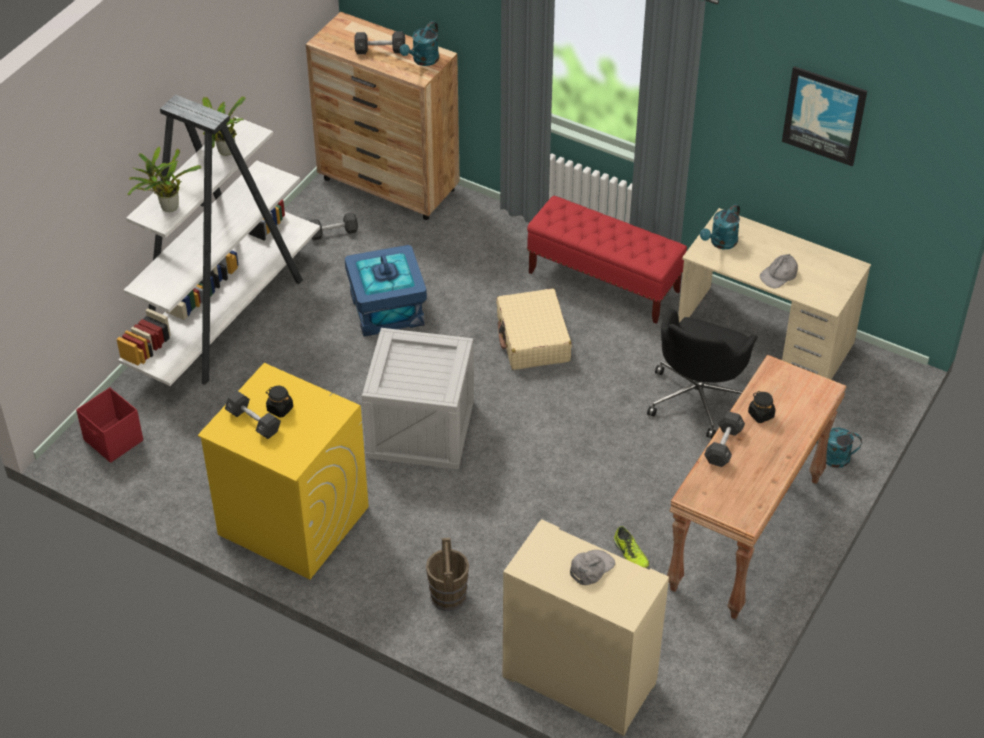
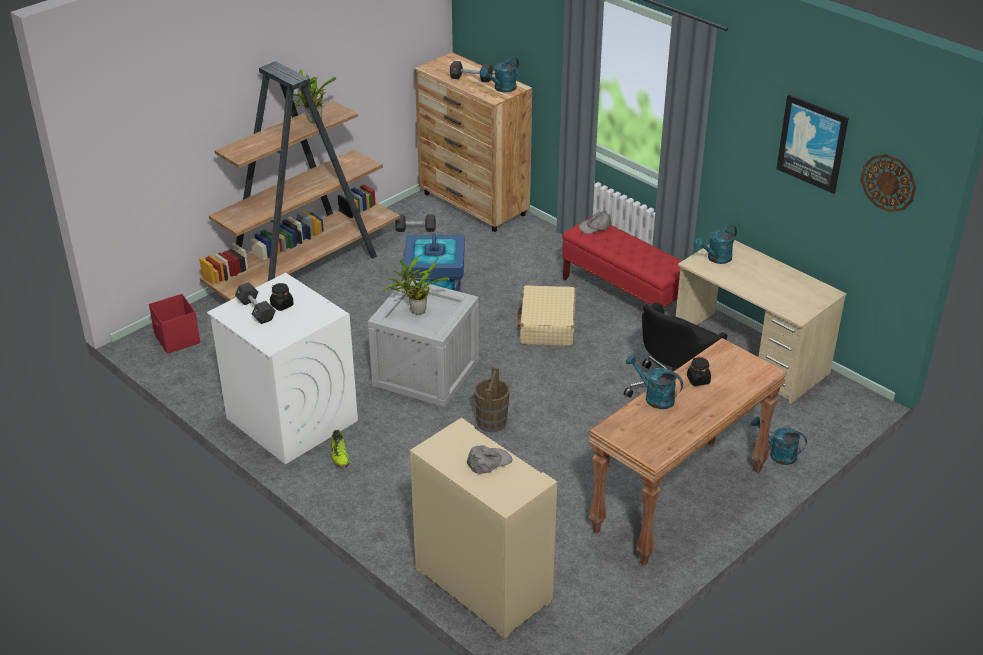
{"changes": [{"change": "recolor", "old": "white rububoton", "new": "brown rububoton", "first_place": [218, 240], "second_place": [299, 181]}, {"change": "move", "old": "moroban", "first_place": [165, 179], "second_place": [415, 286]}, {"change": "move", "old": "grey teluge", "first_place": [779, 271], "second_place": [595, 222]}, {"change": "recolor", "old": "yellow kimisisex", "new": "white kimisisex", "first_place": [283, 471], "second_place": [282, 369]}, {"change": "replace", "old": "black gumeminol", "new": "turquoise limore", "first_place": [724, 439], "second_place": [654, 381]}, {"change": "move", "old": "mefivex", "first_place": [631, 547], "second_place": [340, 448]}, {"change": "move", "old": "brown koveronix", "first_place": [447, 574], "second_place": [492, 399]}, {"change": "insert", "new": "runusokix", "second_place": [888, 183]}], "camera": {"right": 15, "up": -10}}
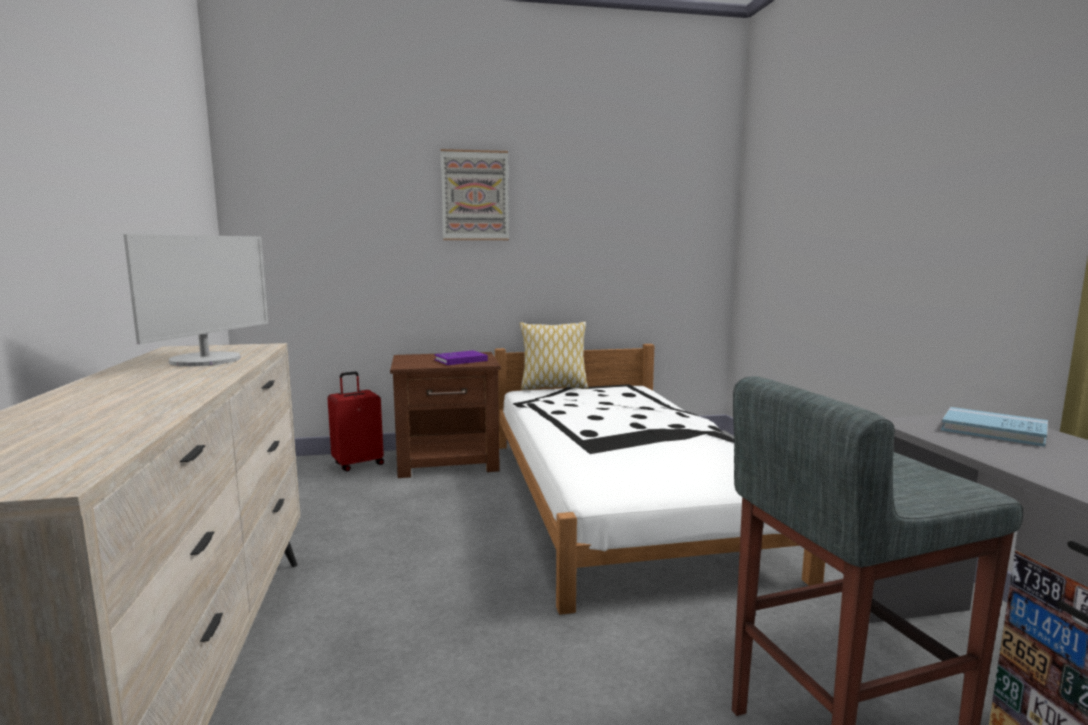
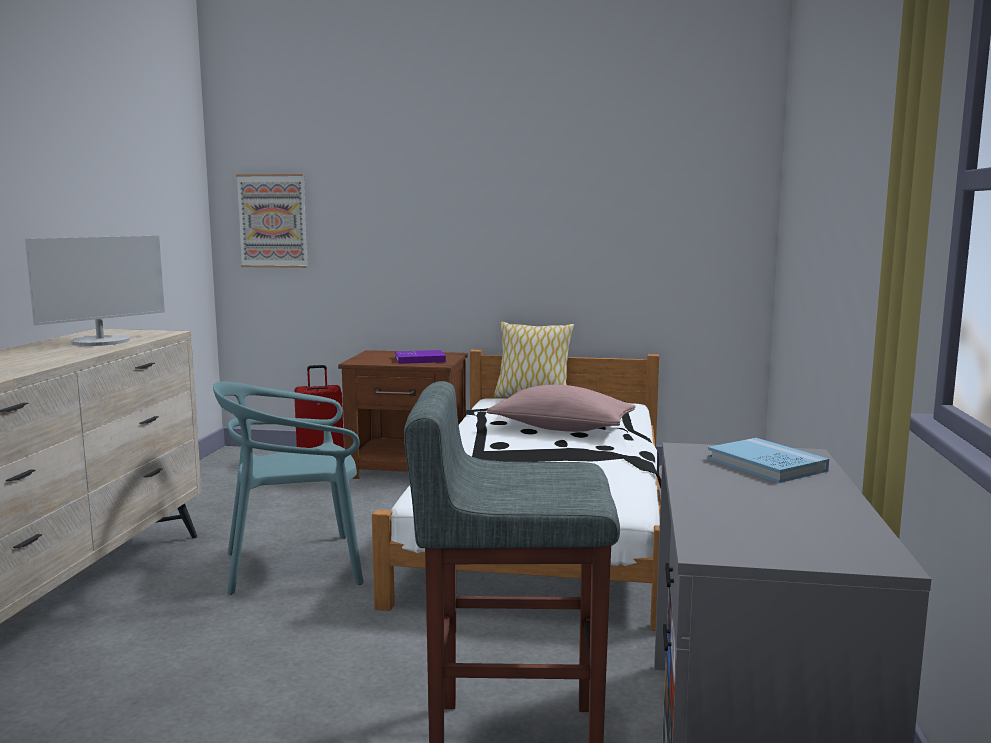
{"changes": [{"change": "move", "old": "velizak", "first_place": [474, 194], "second_place": [272, 221]}, {"change": "insert", "new": "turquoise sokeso", "second_place": [288, 488]}, {"change": "insert", "new": "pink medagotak", "second_place": [561, 408]}], "camera": {"right": 20, "up": 0}}
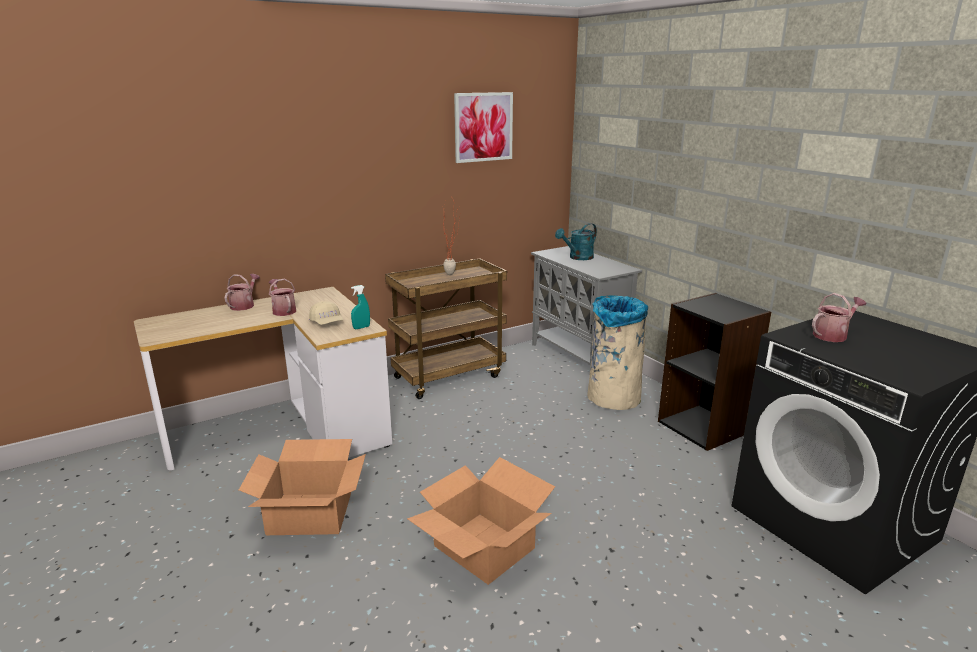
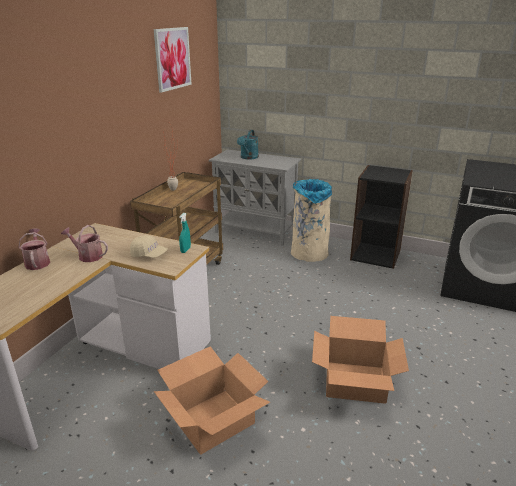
{"changes": [{"change": "delete", "old": "limore", "first_place": [839, 317]}], "camera": {"right": -35, "up": 5}}
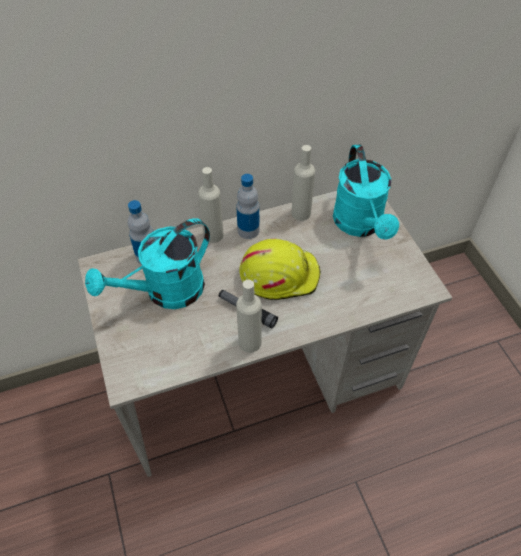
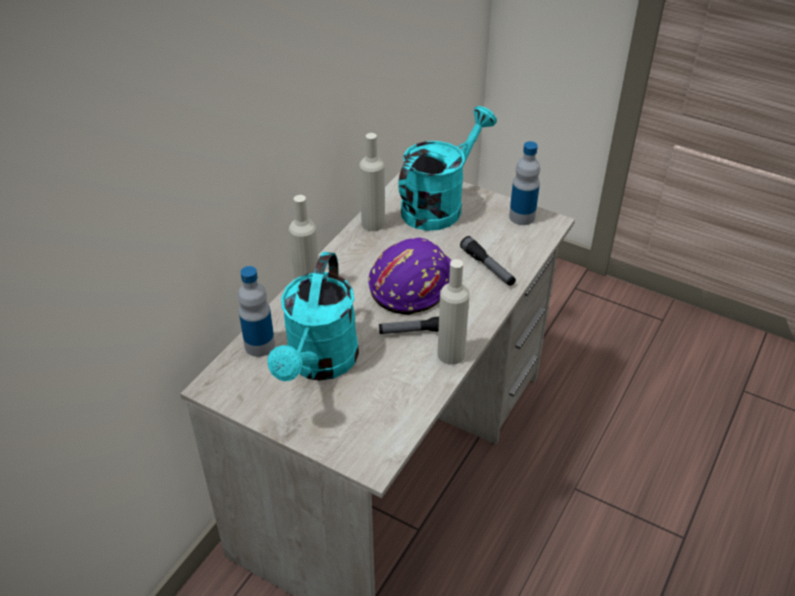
{"changes": [{"change": "rotate", "old": "turquoise limore", "first_place": [366, 192], "second_place": [447, 168], "degrees": -90}, {"change": "move", "old": "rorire", "first_place": [247, 206], "second_place": [524, 183]}, {"change": "recolor", "old": "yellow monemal", "new": "purple monemal", "first_place": [280, 269], "second_place": [410, 276]}, {"change": "insert", "new": "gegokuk", "second_place": [488, 261]}], "camera": {"right": -40, "up": -10}}
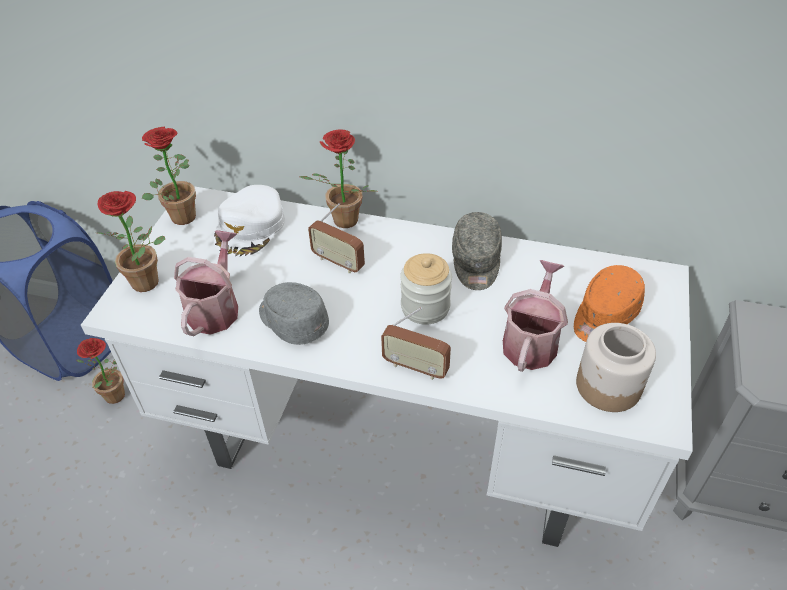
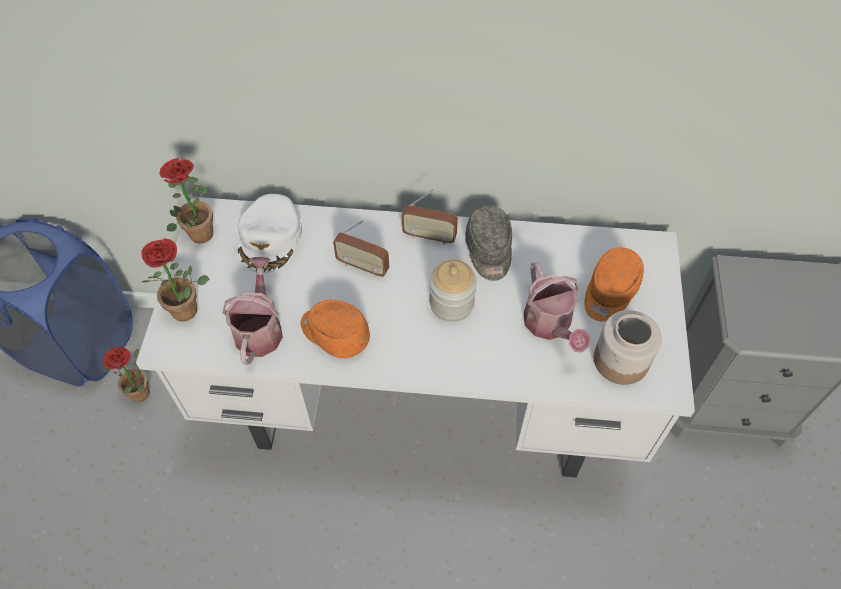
{"changes": [{"change": "delete", "old": "moroban", "first_place": [339, 178]}, {"change": "rotate", "old": "limore", "first_place": [535, 316], "second_place": [557, 307], "degrees": 150}, {"change": "recolor", "old": "grey teluge", "new": "orange teluge", "first_place": [294, 313], "second_place": [335, 329]}, {"change": "move", "old": "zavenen", "first_place": [416, 343], "second_place": [430, 217]}], "camera": {"right": -10, "up": 10}}
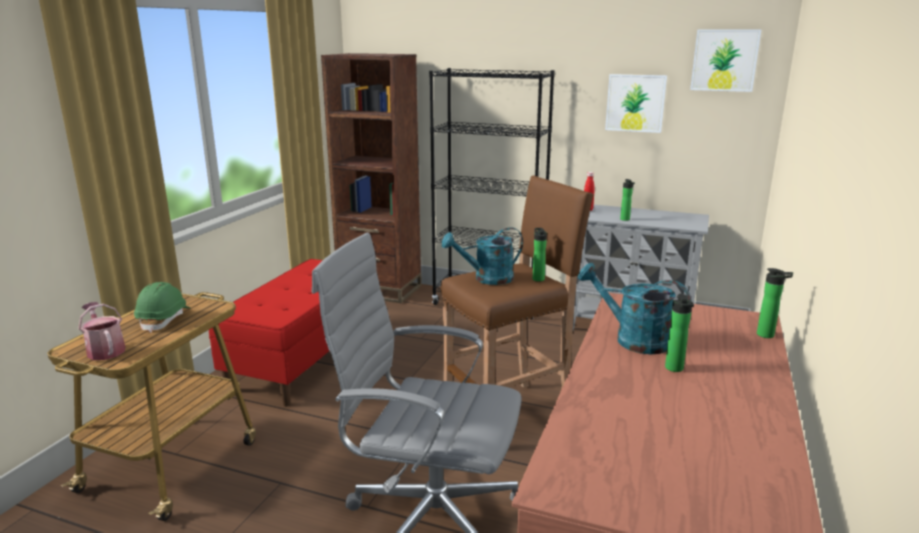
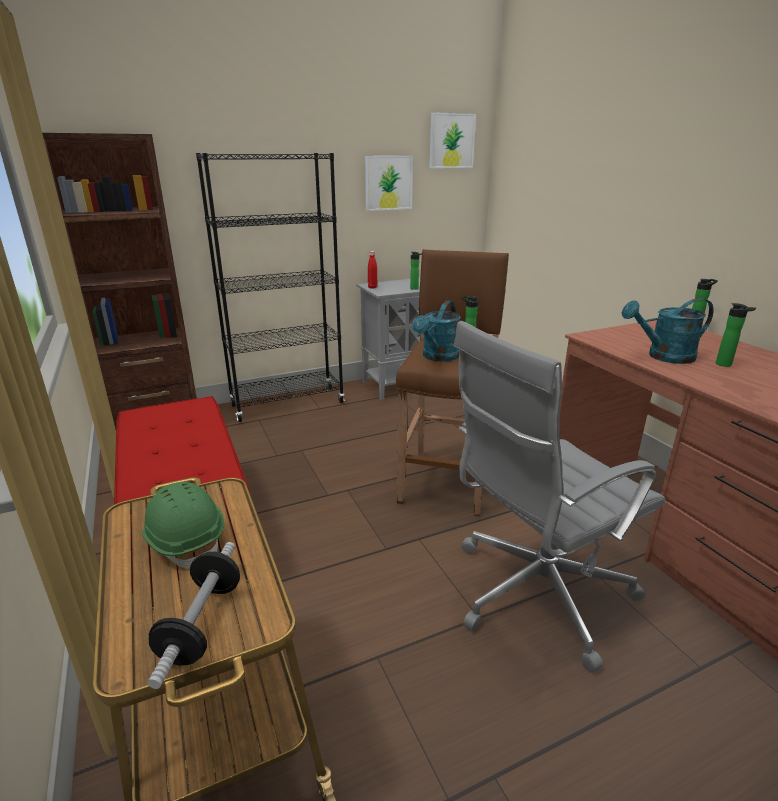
{"changes": [{"change": "replace", "old": "limore", "new": "gumeminol", "first_place": [101, 331], "second_place": [193, 615]}], "camera": {"right": -45, "up": 5}}
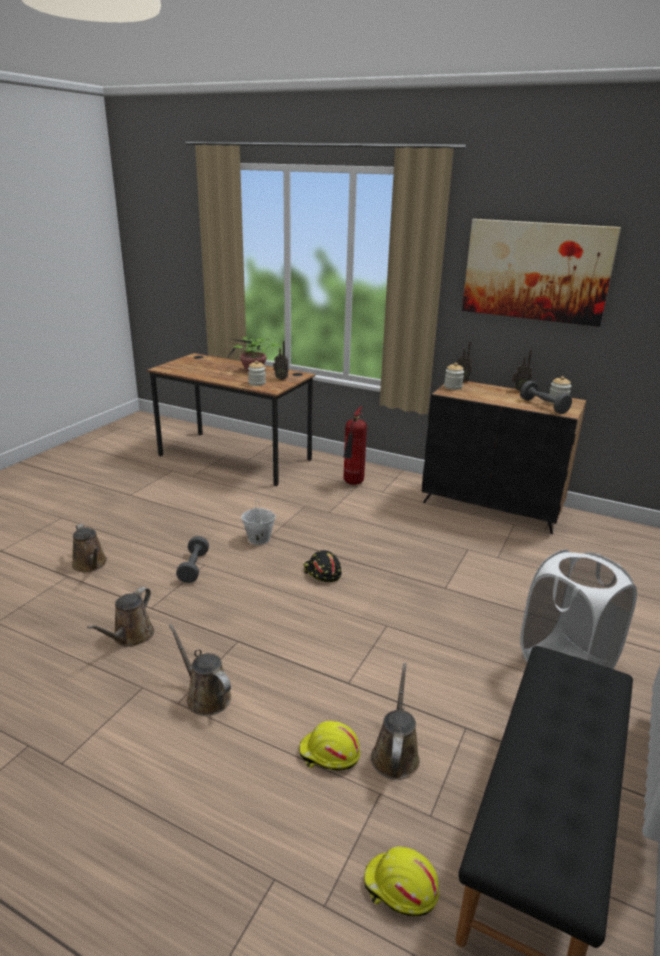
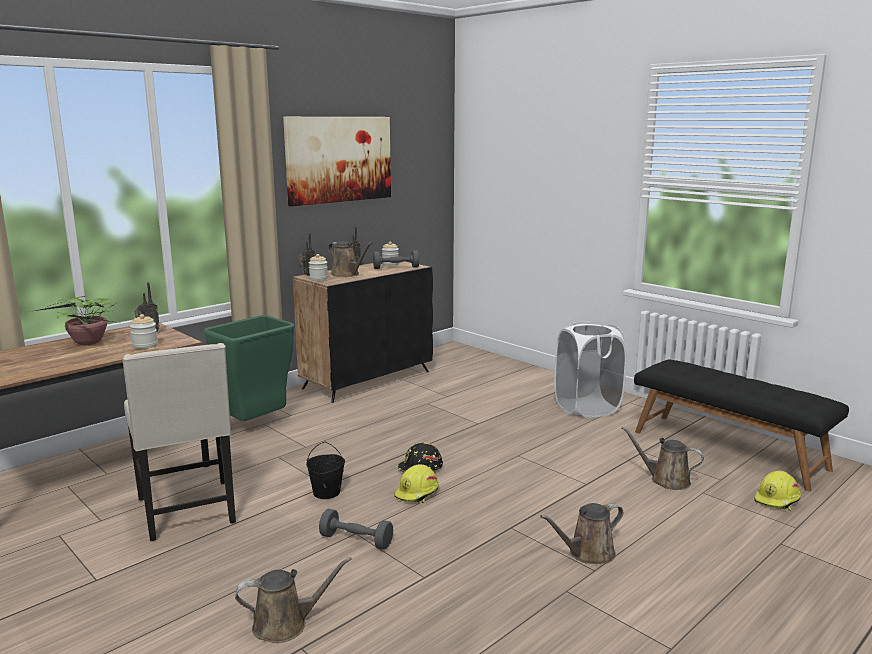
{"changes": [{"change": "replace", "old": "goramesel", "new": "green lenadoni", "first_place": [355, 445], "second_place": [249, 368]}, {"change": "recolor", "old": "white koveronix", "new": "black koveronix", "first_place": [258, 522], "second_place": [325, 470]}, {"change": "move", "old": "brown limore", "first_place": [120, 617], "second_place": [350, 259]}, {"change": "move", "old": "yellow monemal", "first_place": [329, 746], "second_place": [416, 483]}, {"change": "insert", "new": "beige sokeso", "second_place": [179, 442]}], "camera": {"right": -70, "up": -10}}
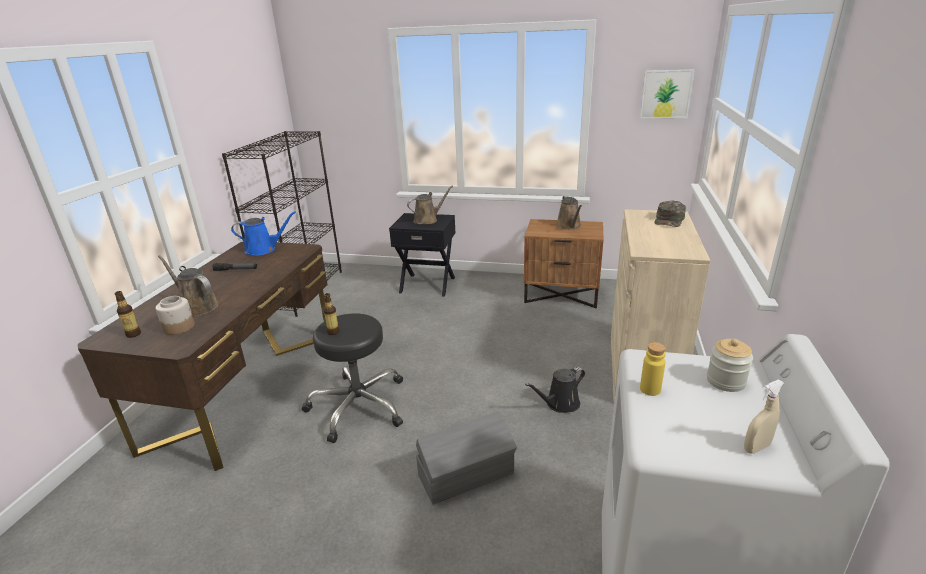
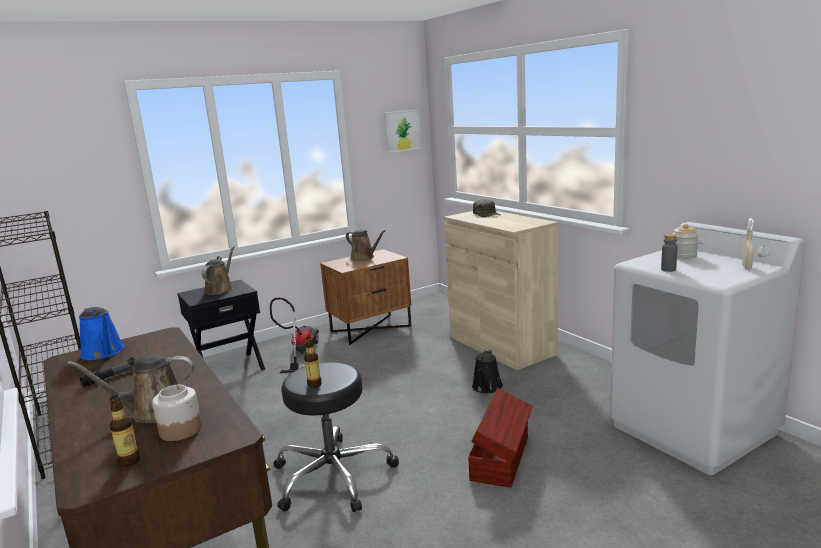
{"changes": [{"change": "rotate", "old": "blue limore", "first_place": [263, 233], "second_place": [102, 333], "degrees": 105}, {"change": "recolor", "old": "yellow rorire", "new": "grey rorire", "first_place": [653, 369], "second_place": [669, 253]}, {"change": "recolor", "old": "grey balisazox", "new": "brown balisazox", "first_place": [466, 458], "second_place": [500, 438]}, {"change": "insert", "new": "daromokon", "second_place": [294, 335]}], "camera": {"right": -45, "up": -10}}
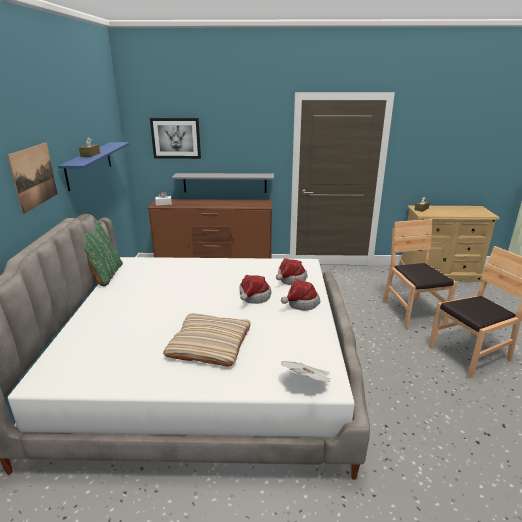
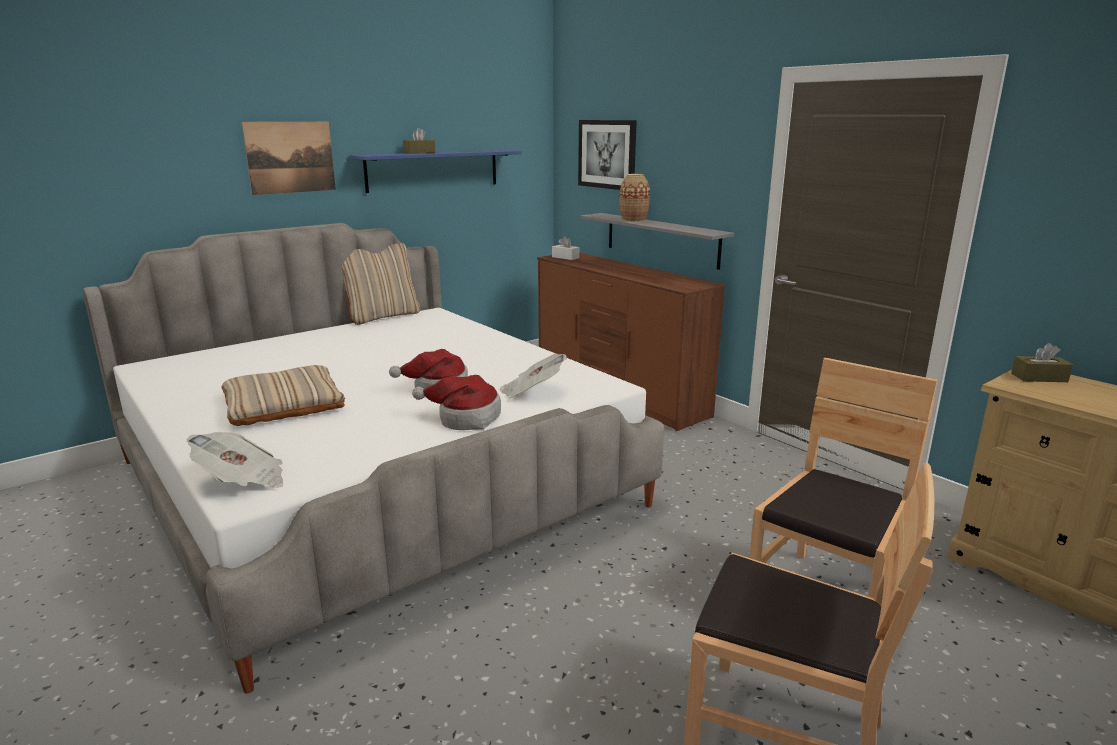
{"changes": [{"change": "recolor", "old": "green medagotak", "new": "beige medagotak", "first_place": [104, 254], "second_place": [381, 283]}, {"change": "replace", "old": "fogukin", "new": "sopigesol", "first_place": [291, 271], "second_place": [533, 376]}, {"change": "insert", "new": "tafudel", "second_place": [634, 198]}], "camera": {"right": 50, "up": -5}}
